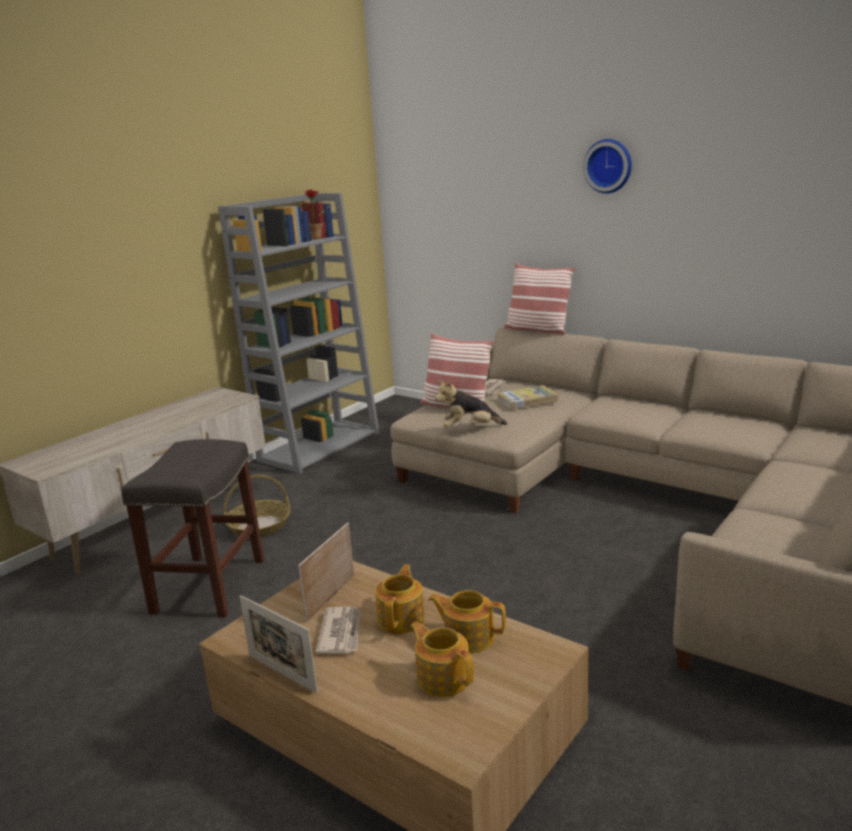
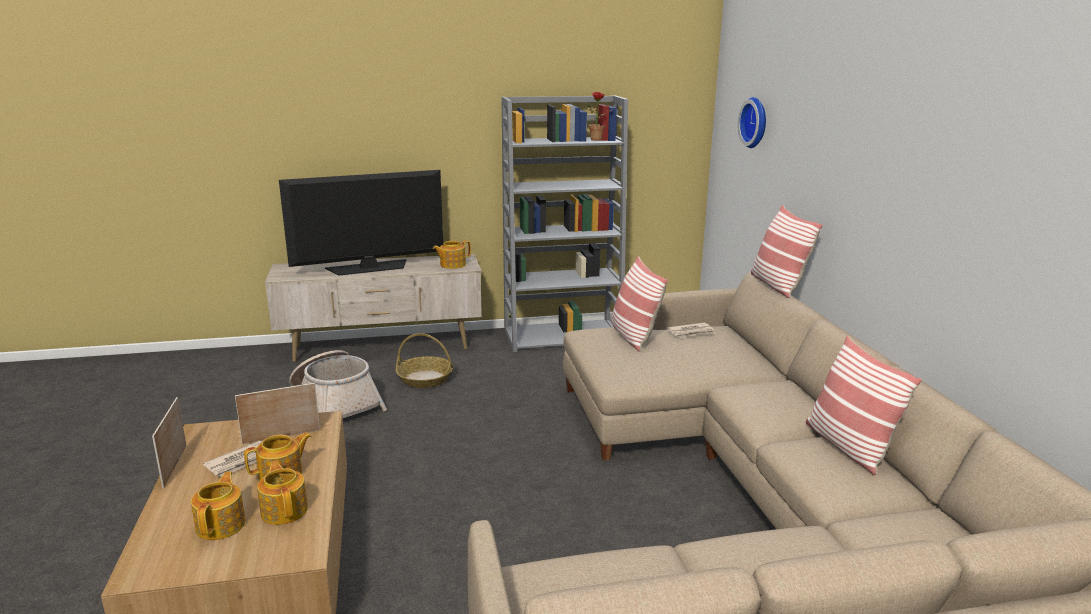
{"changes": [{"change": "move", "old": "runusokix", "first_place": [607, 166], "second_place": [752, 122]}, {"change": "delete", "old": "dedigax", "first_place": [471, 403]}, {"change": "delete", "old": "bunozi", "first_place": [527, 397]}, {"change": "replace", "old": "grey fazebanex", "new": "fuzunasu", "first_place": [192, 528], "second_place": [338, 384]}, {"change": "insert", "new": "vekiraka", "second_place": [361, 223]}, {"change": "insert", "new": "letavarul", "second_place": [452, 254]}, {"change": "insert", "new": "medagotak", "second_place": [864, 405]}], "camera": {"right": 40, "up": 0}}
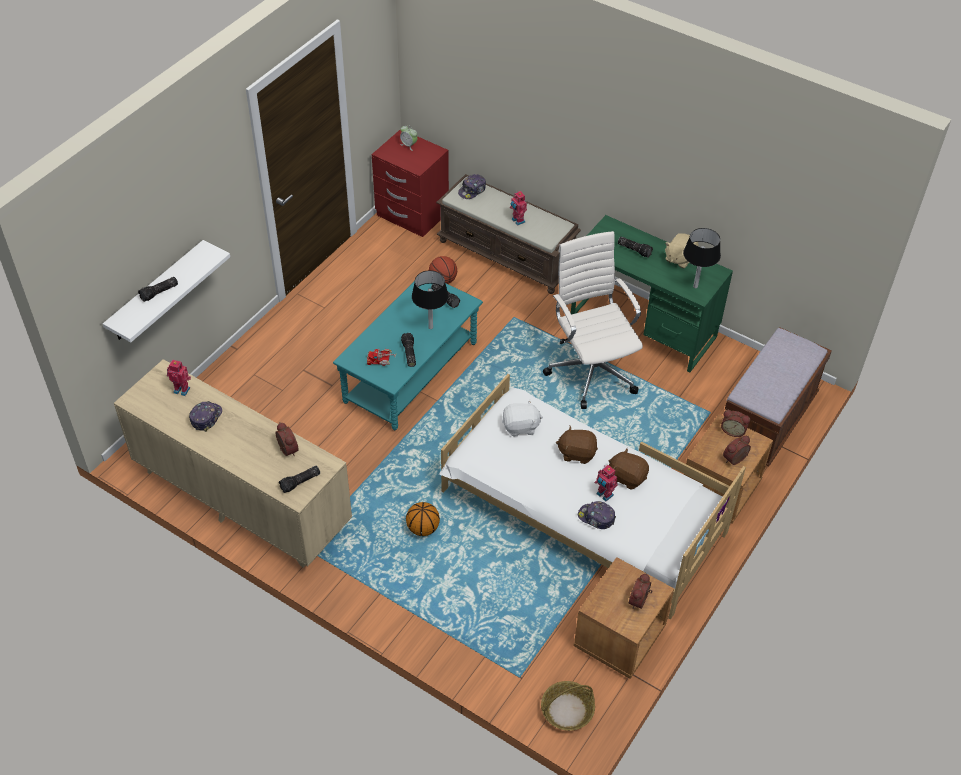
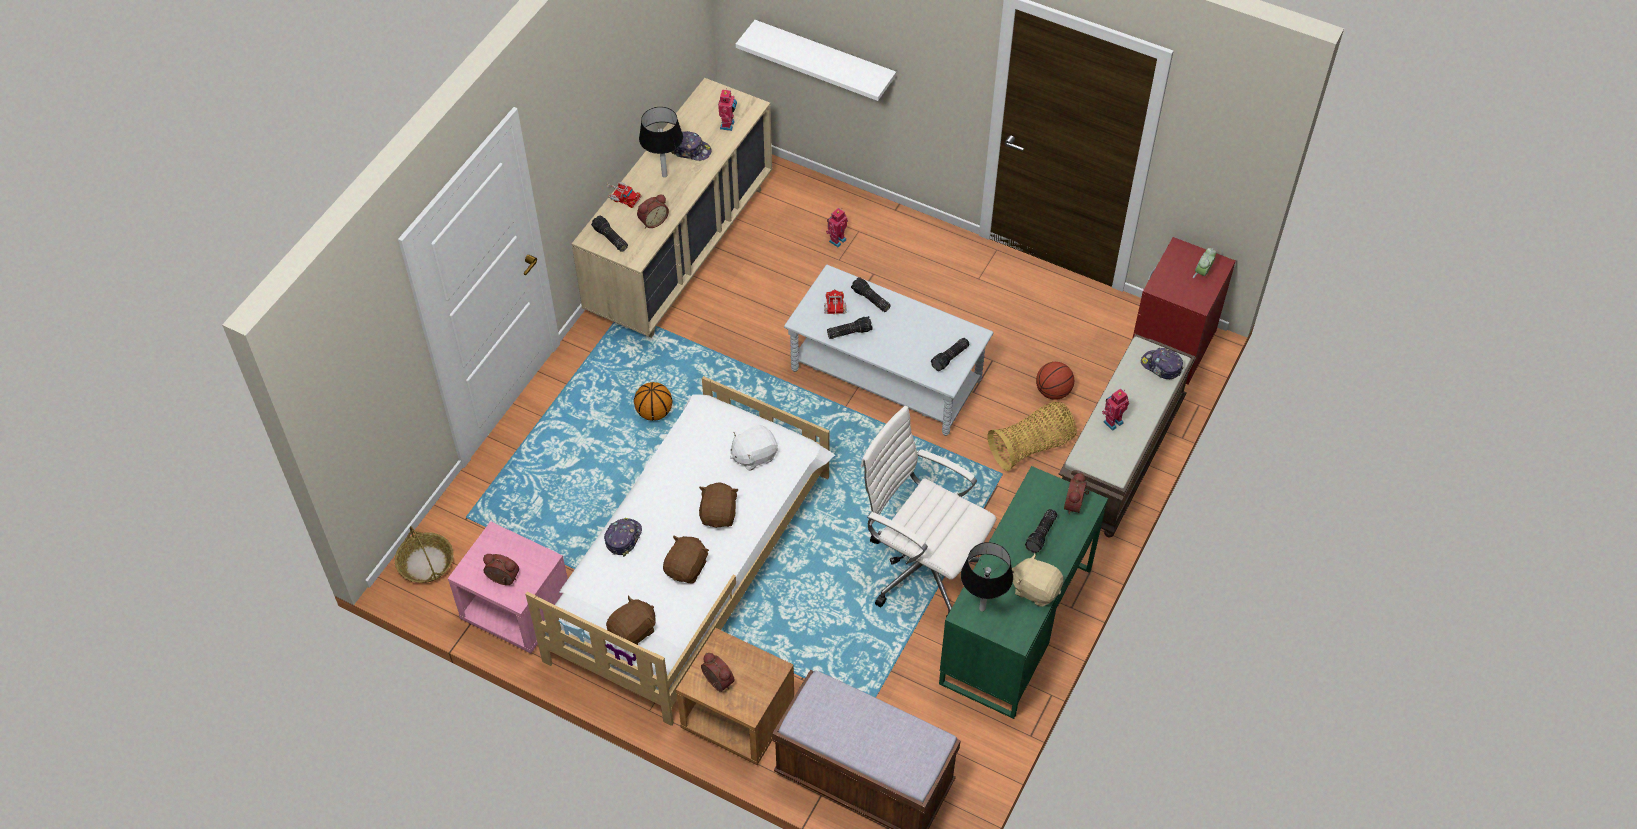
{"changes": [{"change": "rotate", "old": "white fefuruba", "first_place": [593, 320], "second_place": [928, 511], "degrees": -120}, {"change": "move", "old": "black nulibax", "first_place": [430, 299], "second_place": [661, 142]}, {"change": "move", "old": "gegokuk", "first_place": [158, 289], "second_place": [871, 294]}, {"change": "recolor", "old": "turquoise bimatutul", "new": "grey bimatutul", "first_place": [408, 355], "second_place": [889, 350]}, {"change": "rotate", "old": "white dedigax", "first_place": [522, 418], "second_place": [754, 448], "degrees": 75}, {"change": "move", "old": "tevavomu", "first_place": [735, 423], "second_place": [1076, 493]}, {"change": "move", "old": "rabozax", "first_place": [606, 483], "second_place": [837, 227]}, {"change": "recolor", "old": "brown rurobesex", "new": "pink rurobesex", "first_place": [623, 618], "second_place": [508, 587]}, {"change": "insert", "new": "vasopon", "second_place": [623, 195]}, {"change": "insert", "new": "fuzunasu", "second_place": [1032, 436]}, {"change": "insert", "new": "brown dedigax", "second_place": [631, 620]}], "camera": {"right": 85, "up": 5}}
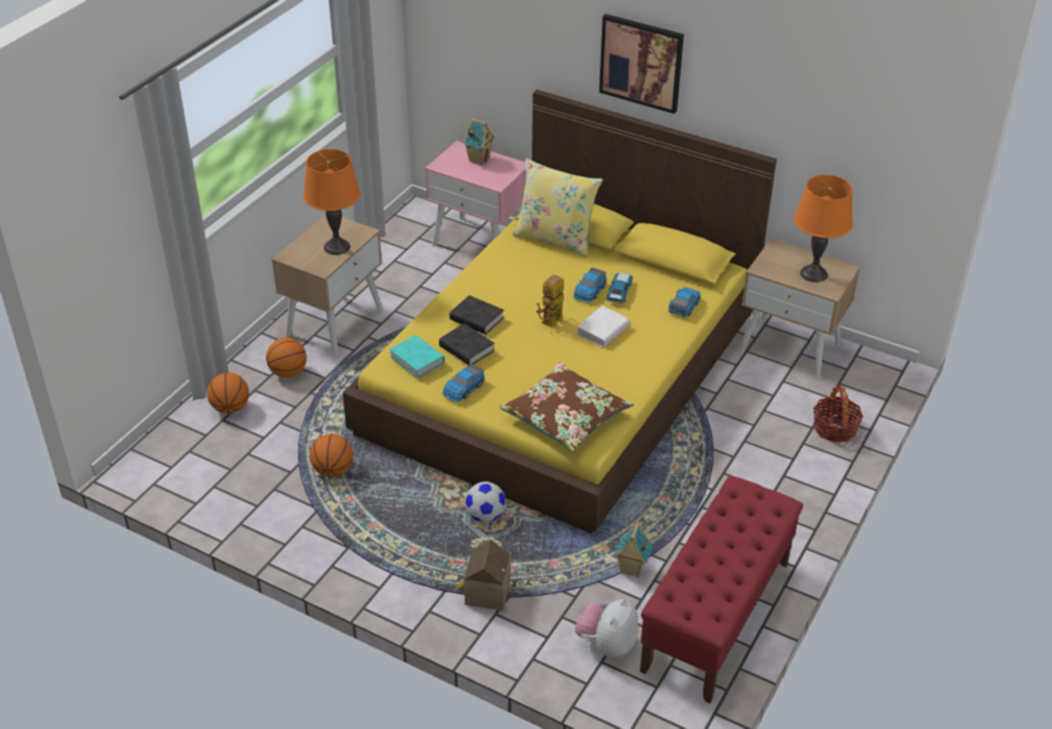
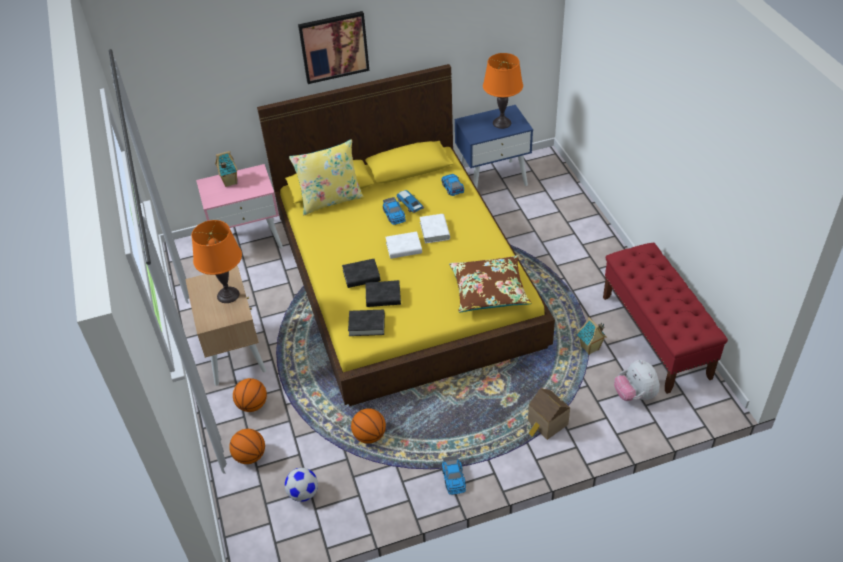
{"changes": [{"change": "recolor", "old": "beige rurobesex", "new": "blue rurobesex", "first_place": [799, 309], "second_place": [493, 146]}, {"change": "replace", "old": "rabozax", "new": "white bunozi", "first_place": [550, 301], "second_place": [403, 245]}, {"change": "recolor", "old": "turquoise bunozi", "new": "black bunozi", "first_place": [417, 357], "second_place": [366, 323]}, {"change": "move", "old": "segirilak", "first_place": [463, 383], "second_place": [454, 475]}, {"change": "delete", "old": "fuzunasu", "first_place": [838, 413]}, {"change": "move", "old": "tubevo", "first_place": [485, 502], "second_place": [301, 485]}], "camera": {"right": -45, "up": 5}}
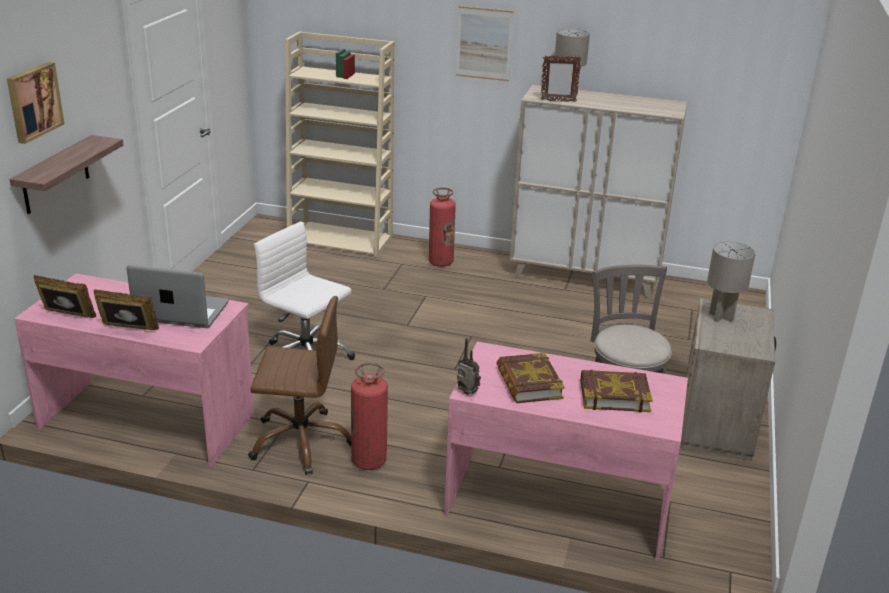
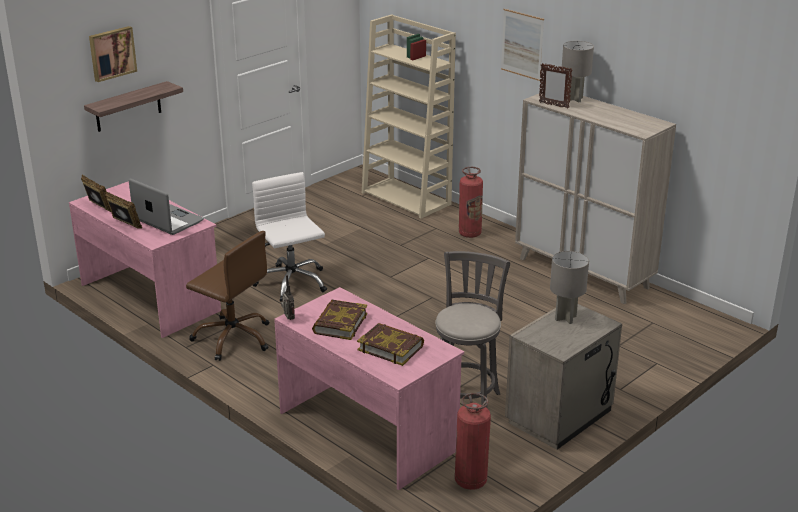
{"changes": [{"change": "move", "old": "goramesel", "first_place": [369, 416], "second_place": [473, 441]}], "camera": {"right": 30, "up": 0}}
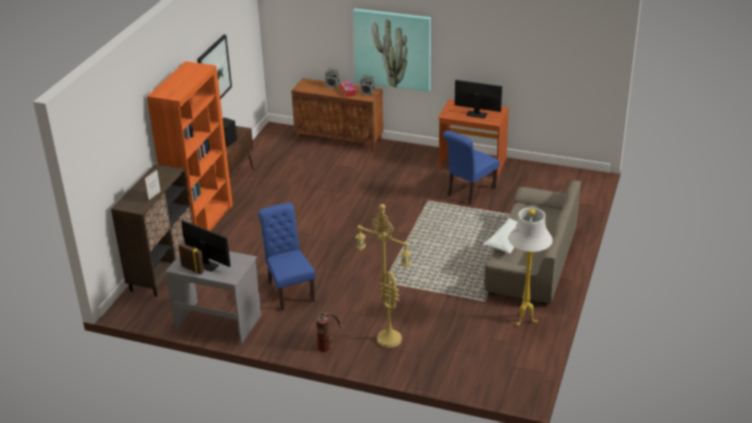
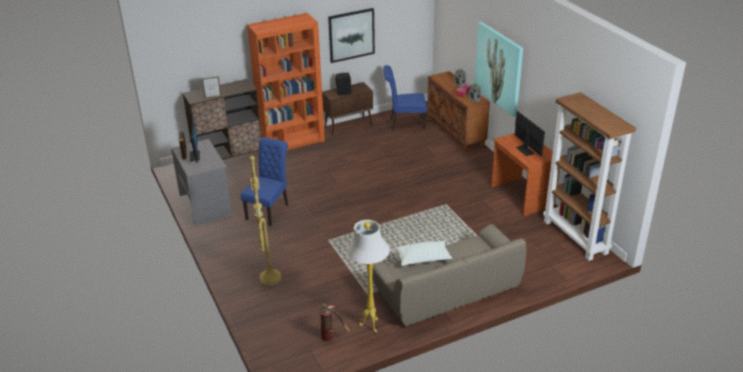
{"changes": [{"change": "move", "old": "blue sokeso", "first_place": [471, 168], "second_place": [405, 97]}, {"change": "move", "old": "goramesel", "first_place": [329, 332], "second_place": [334, 323]}, {"change": "insert", "new": "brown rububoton", "second_place": [589, 176]}], "camera": {"right": 45, "up": 0}}
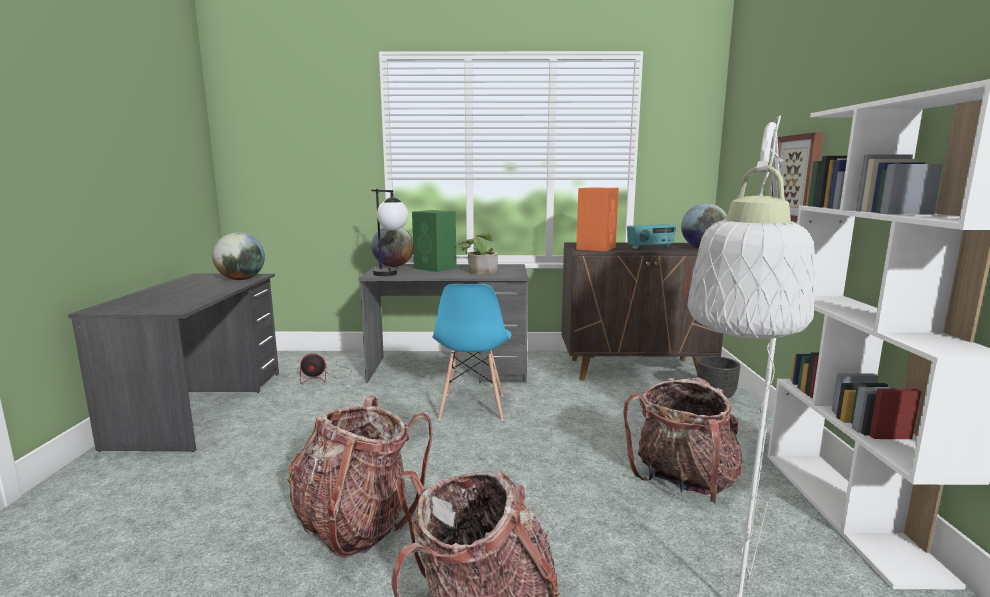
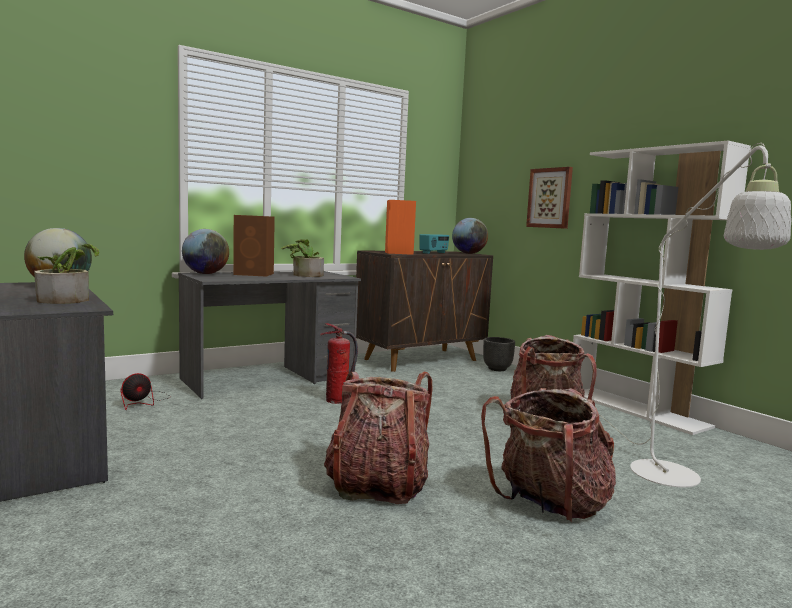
{"changes": [{"change": "delete", "old": "nulibax", "first_place": [389, 232]}, {"change": "recolor", "old": "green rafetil", "new": "brown rafetil", "first_place": [434, 241], "second_place": [254, 246]}, {"change": "replace", "old": "blue sokeso", "new": "goramesel", "first_place": [471, 352], "second_place": [339, 363]}, {"change": "insert", "new": "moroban", "second_place": [66, 274]}], "camera": {"right": -35, "up": -5}}
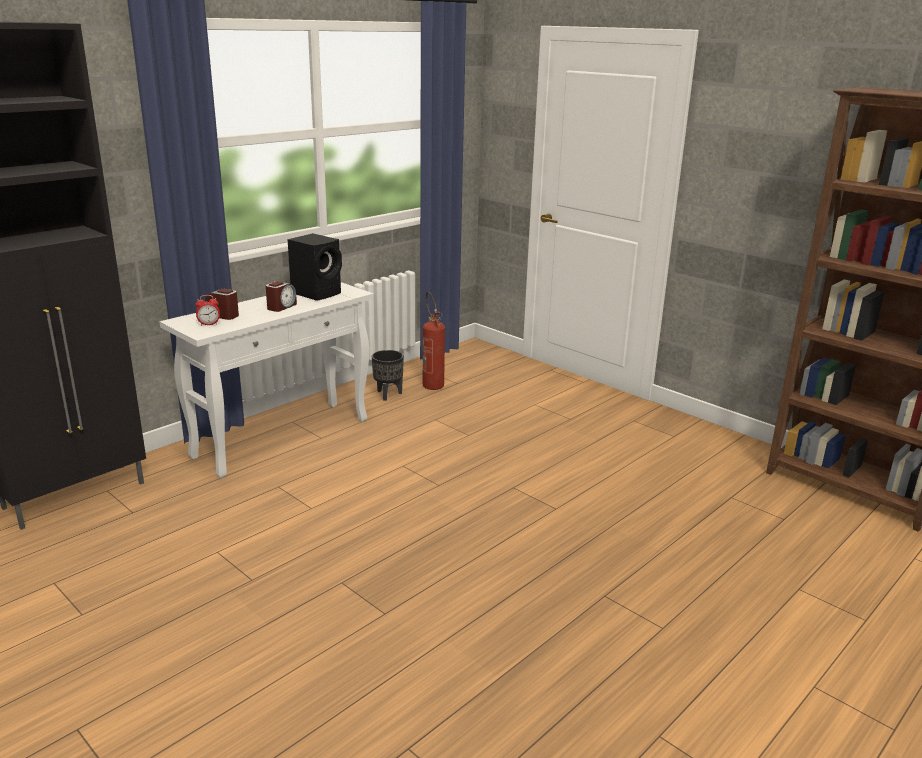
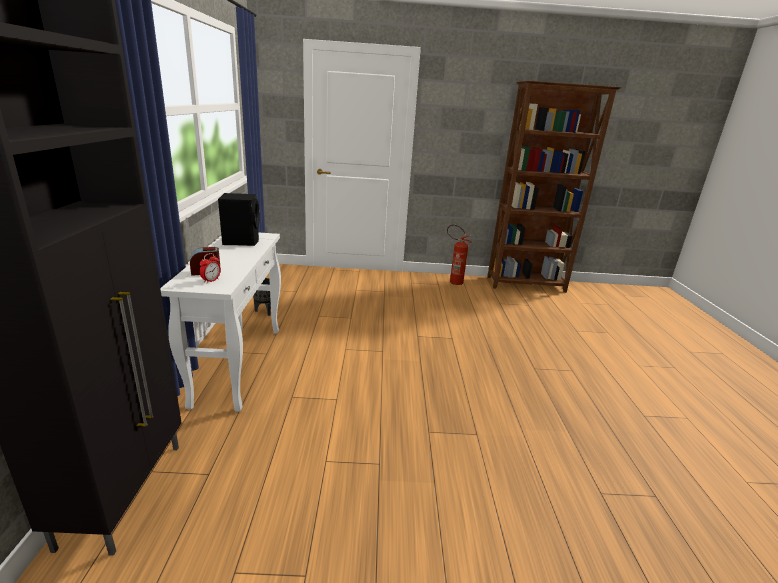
{"changes": [{"change": "delete", "old": "tevavomu", "first_place": [281, 296]}, {"change": "move", "old": "goramesel", "first_place": [434, 340], "second_place": [459, 254]}], "camera": {"right": -45, "up": 0}}
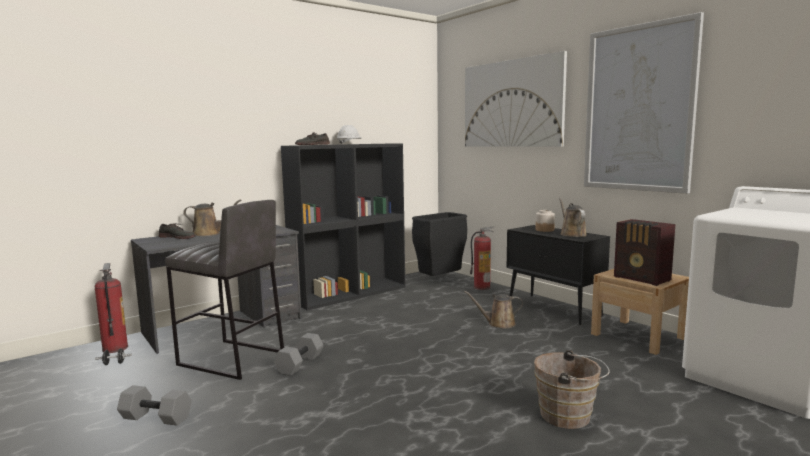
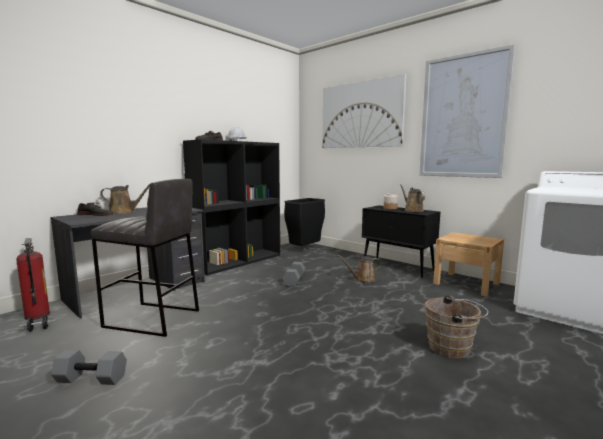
{"changes": [{"change": "delete", "old": "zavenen", "first_place": [644, 252]}, {"change": "delete", "old": "goramesel", "first_place": [482, 258]}, {"change": "move", "old": "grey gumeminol", "first_place": [298, 354], "second_place": [294, 274]}], "camera": {"right": -10, "up": 0}}
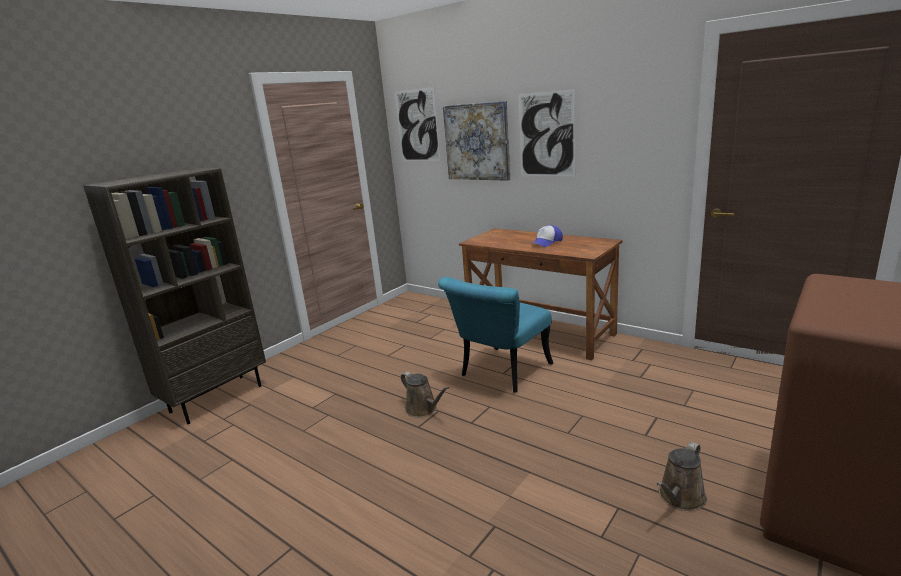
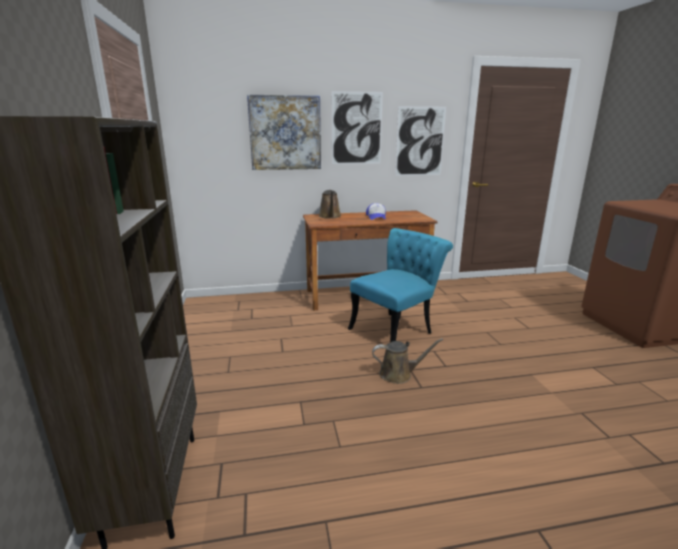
{"changes": [{"change": "move", "old": "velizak", "first_place": [418, 124], "second_place": [420, 141]}, {"change": "rotate", "old": "turquoise sokeso", "first_place": [495, 335], "second_place": [400, 285], "degrees": -120}, {"change": "move", "old": "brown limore", "first_place": [682, 476], "second_place": [330, 204]}], "camera": {"right": -50, "up": 0}}
